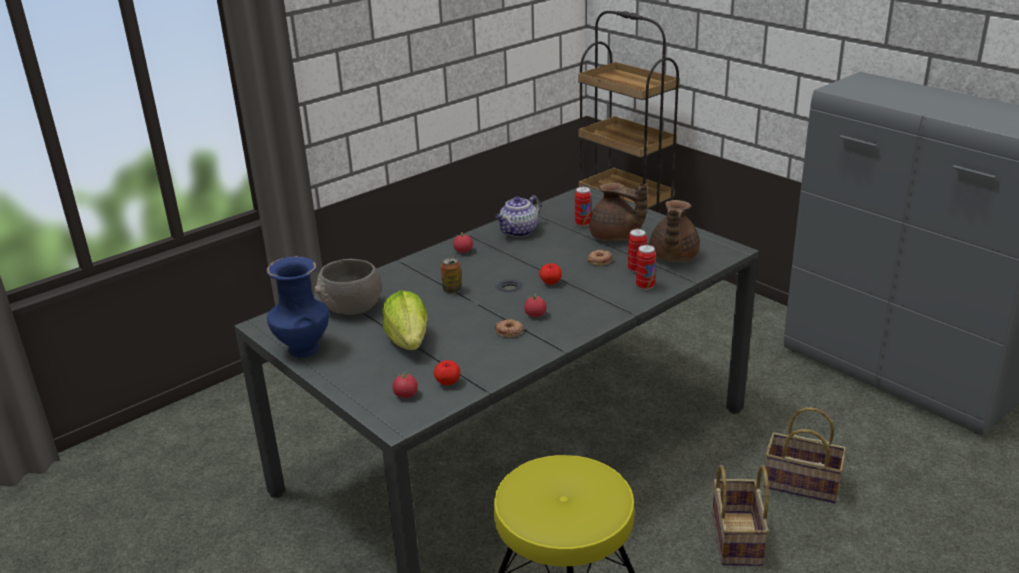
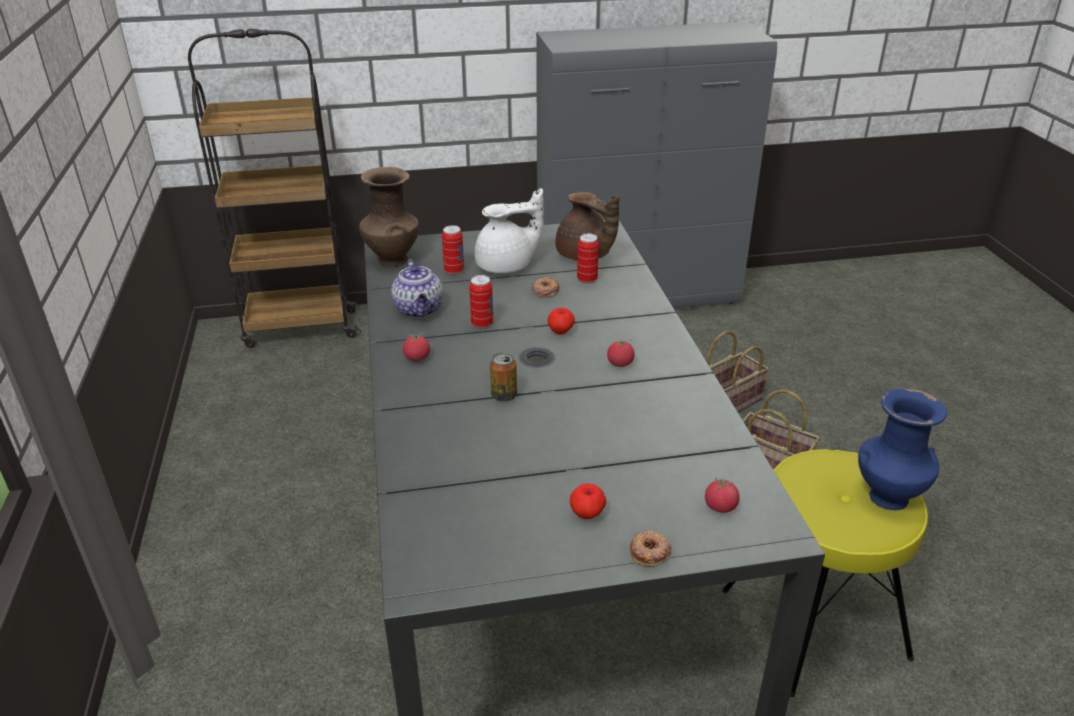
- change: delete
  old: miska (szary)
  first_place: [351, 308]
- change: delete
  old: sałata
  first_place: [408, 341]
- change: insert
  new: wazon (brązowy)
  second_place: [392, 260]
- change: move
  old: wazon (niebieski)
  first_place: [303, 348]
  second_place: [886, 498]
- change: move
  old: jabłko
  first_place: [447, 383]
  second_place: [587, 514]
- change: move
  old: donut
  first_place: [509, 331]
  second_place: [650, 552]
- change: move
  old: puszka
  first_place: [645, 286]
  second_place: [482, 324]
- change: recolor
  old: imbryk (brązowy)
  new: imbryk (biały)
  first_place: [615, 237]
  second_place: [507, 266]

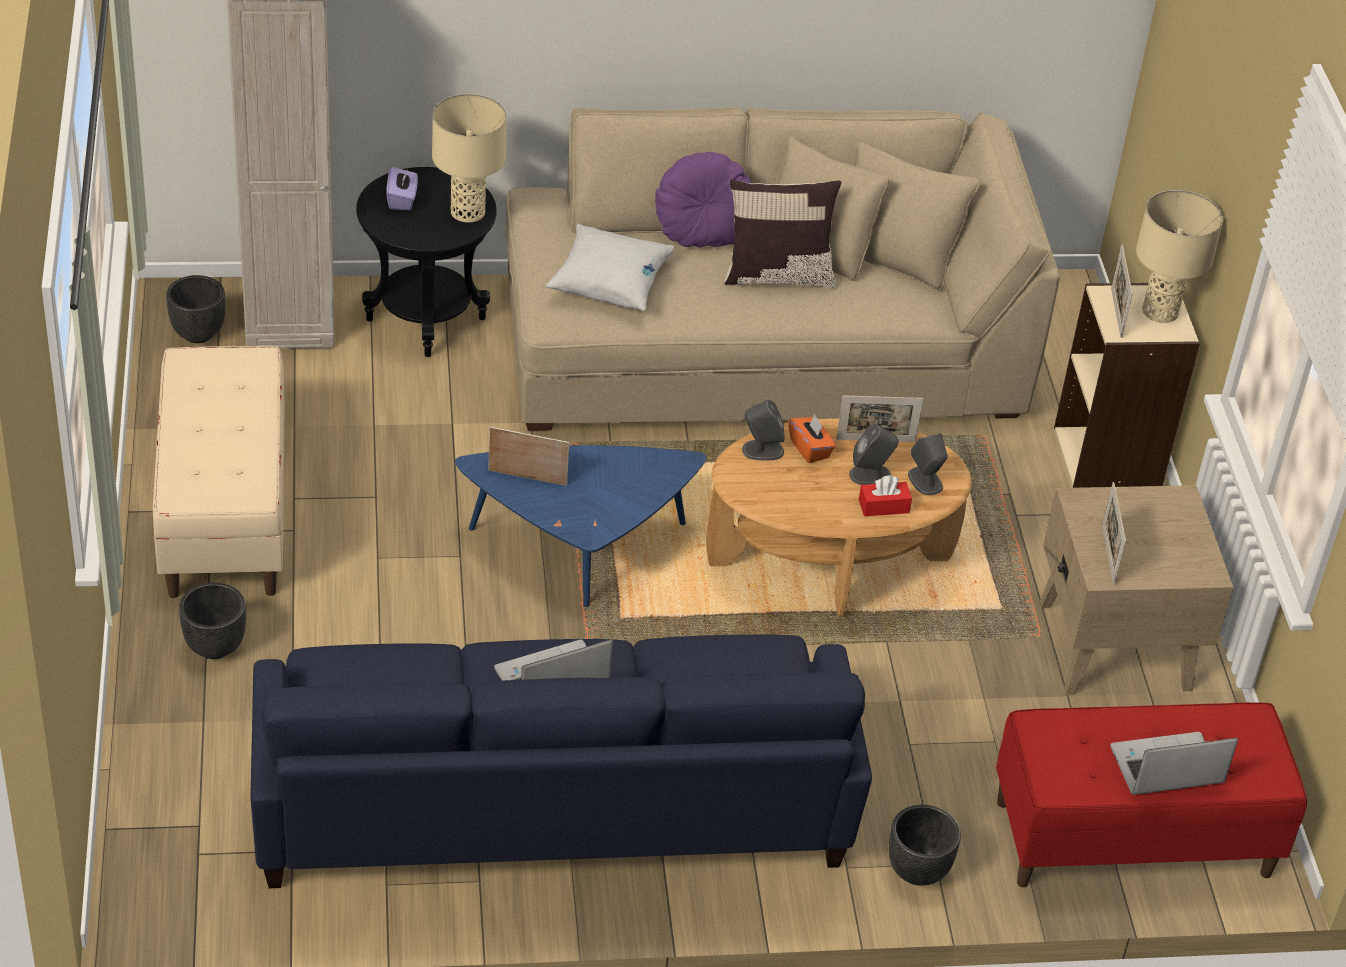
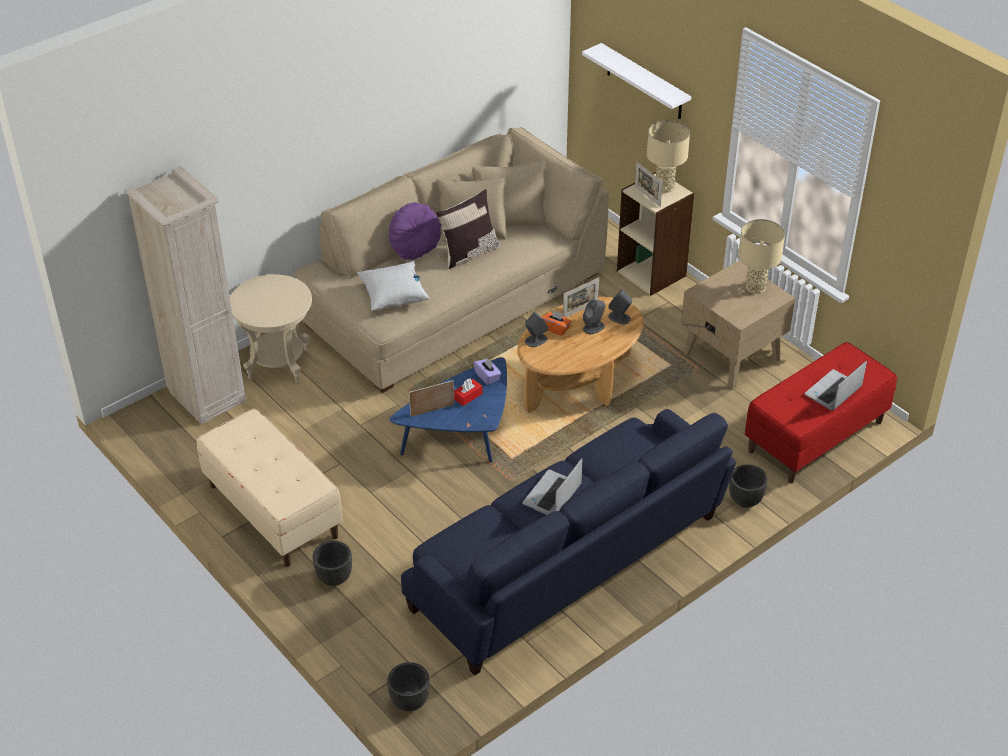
- change: delete
  old: ramka na zdjęcie
  first_place: [1108, 555]
- change: insert
  new: półka (biały)
  second_place: [644, 82]
- change: move
  old: donica (czarny)
  first_place: [198, 334]
  second_place: [410, 702]
- change: move
  old: pudełko chusteczek (fioletowy)
  first_place: [402, 200]
  second_place: [487, 377]
- change: move
  old: lampa stołowa (beżowy)
  first_place: [467, 212]
  second_place: [755, 287]
- change: move
  old: pudełko chusteczek (czerwony)
  first_place: [883, 506]
  second_place: [468, 396]
- change: recolor
  old: stolik (czarny)
  new: stolik (beżowy)
  first_place: [426, 319]
  second_place: [278, 364]

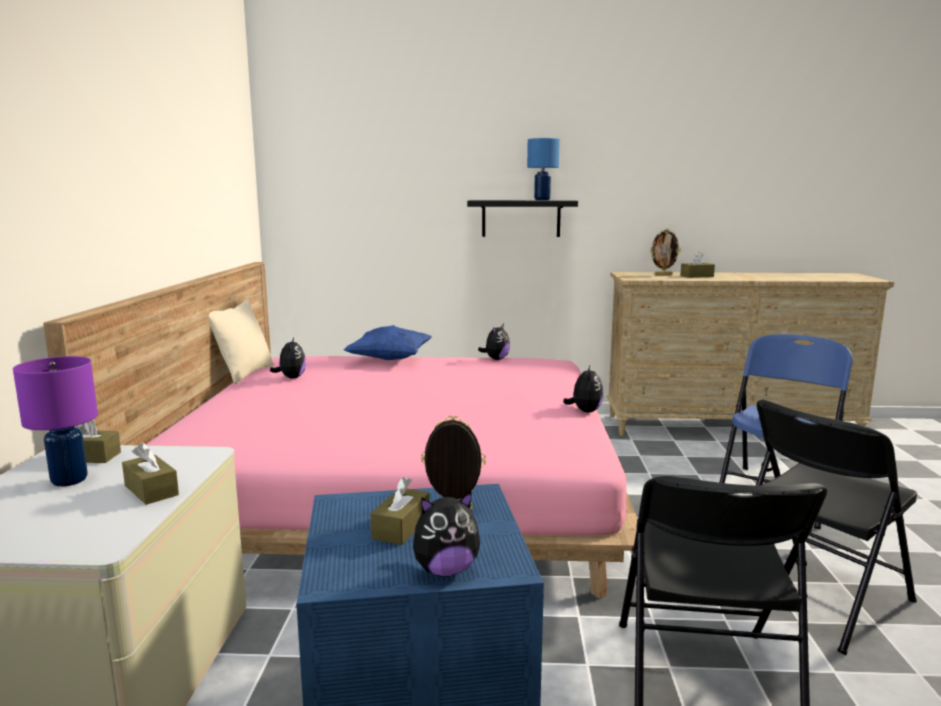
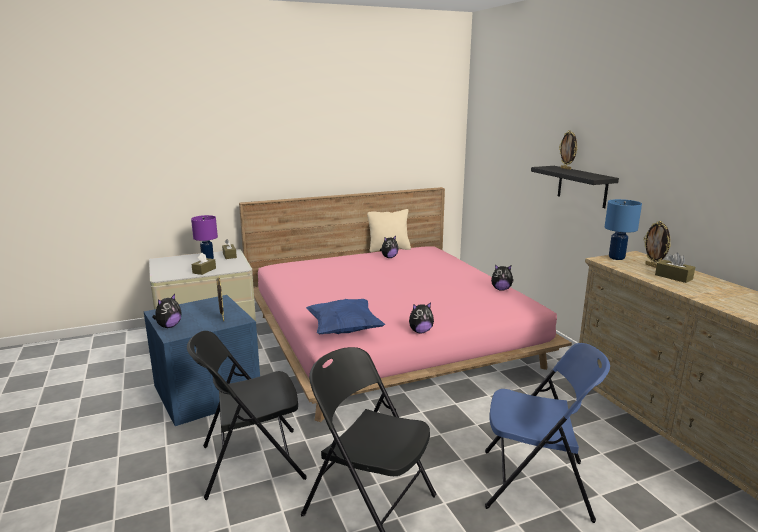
- change: delete
  old: pudełko chusteczek (brązowy)
  first_place: [401, 527]
- change: insert
  new: ramka na zdjęcie
  second_place: [566, 169]
- change: move
  old: poduszka (niebieski)
  first_place: [389, 360]
  second_place: [344, 330]
- change: move
  old: lampa stołowa (niebieski)
  first_place: [543, 200]
  second_place: [617, 258]
- change: rotate
  old: pluszak
  first_place: [446, 570]
  second_place: [169, 326]
  degrees: -105

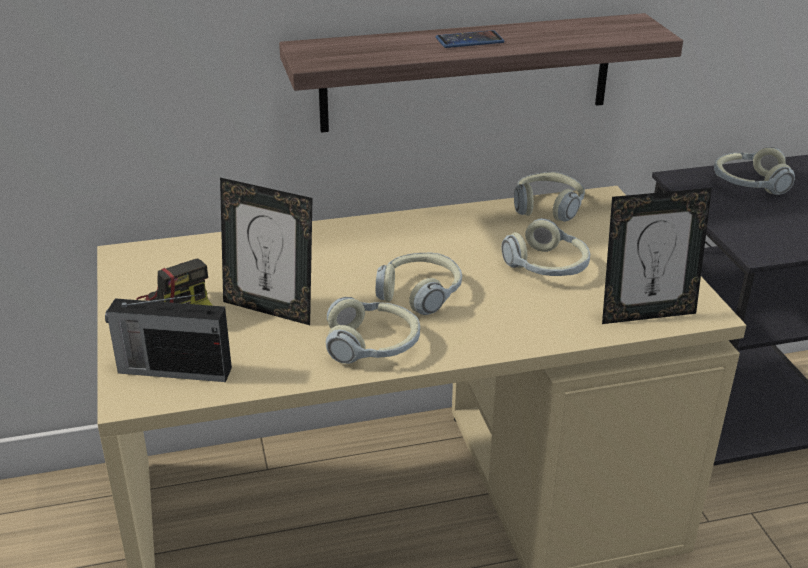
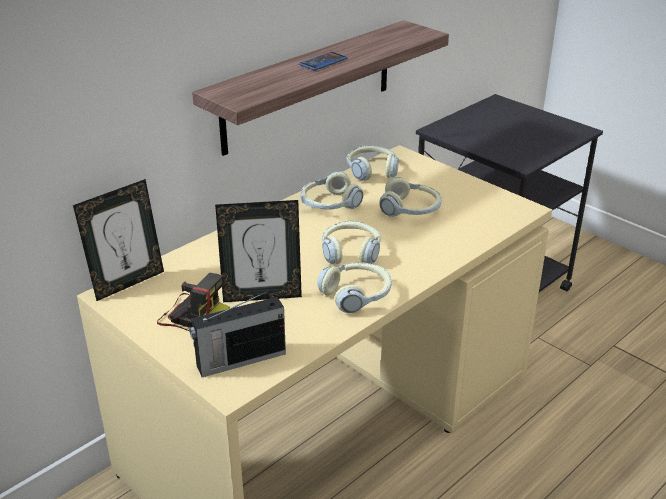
- change: move
  old: ramka na zdjęcie
  first_place: [646, 314]
  second_place: [127, 283]
- change: move
  old: słuchawki
  first_place: [749, 184]
  second_place: [329, 204]

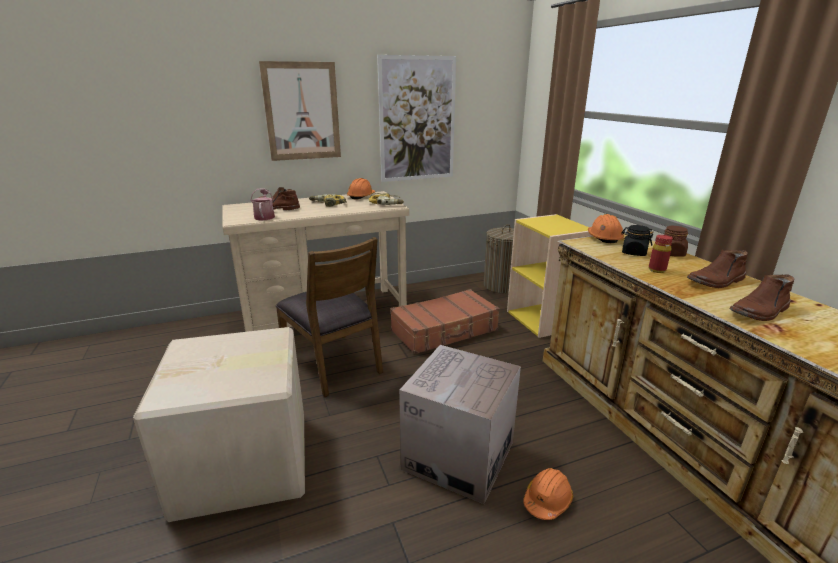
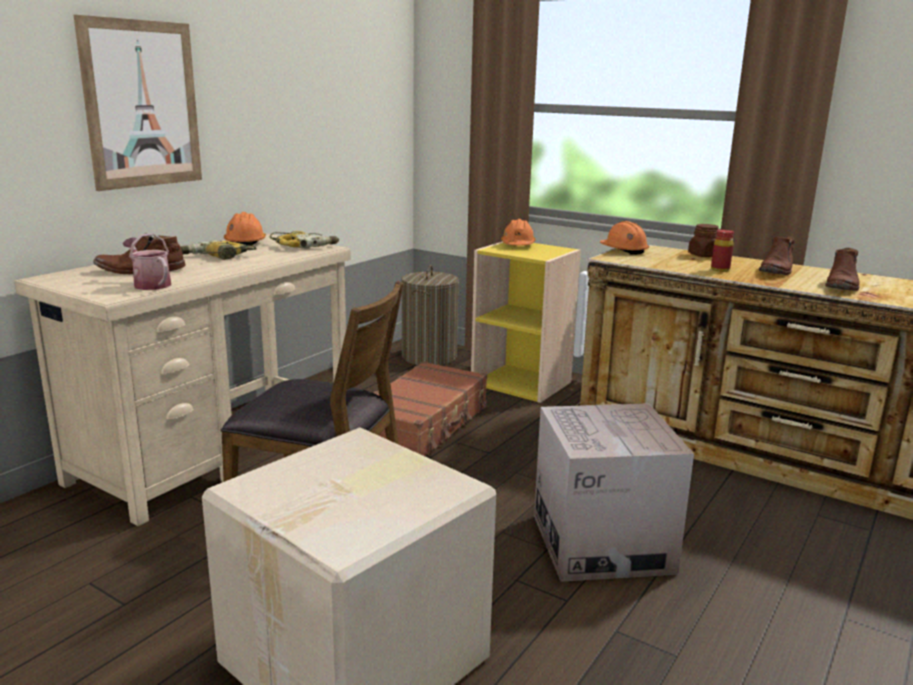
- change: delete
  old: obraz
  first_place: [417, 120]
- change: delete
  old: słoik (czarny)
  first_place: [633, 253]
- change: move
  old: kask (pomarańczowy)
  first_place: [547, 500]
  second_place: [517, 245]

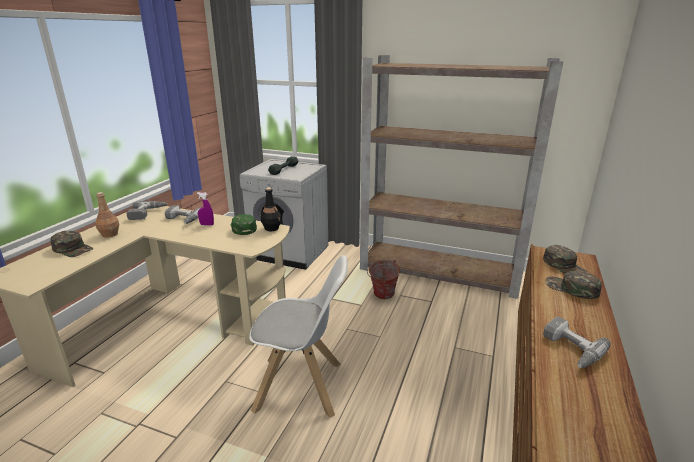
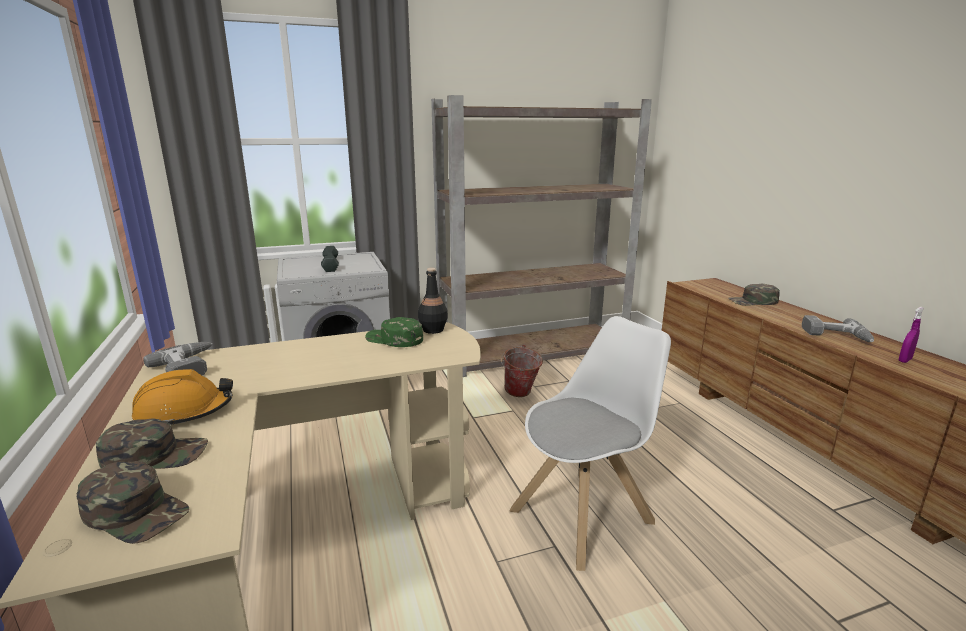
- change: delete
  old: wiertarka
  first_place: [182, 219]
- change: move
  old: spryskiwacz (fioletowy)
  first_place: [207, 224]
  second_place: [905, 360]
- change: move
  old: czapka z daszkiem (zielony)
  first_place: [564, 266]
  second_place: [136, 511]
- change: replace
  old: butelka (brązowy)
  new: kask (pomarańczowy)
  first_place: [110, 234]
  second_place: [184, 412]

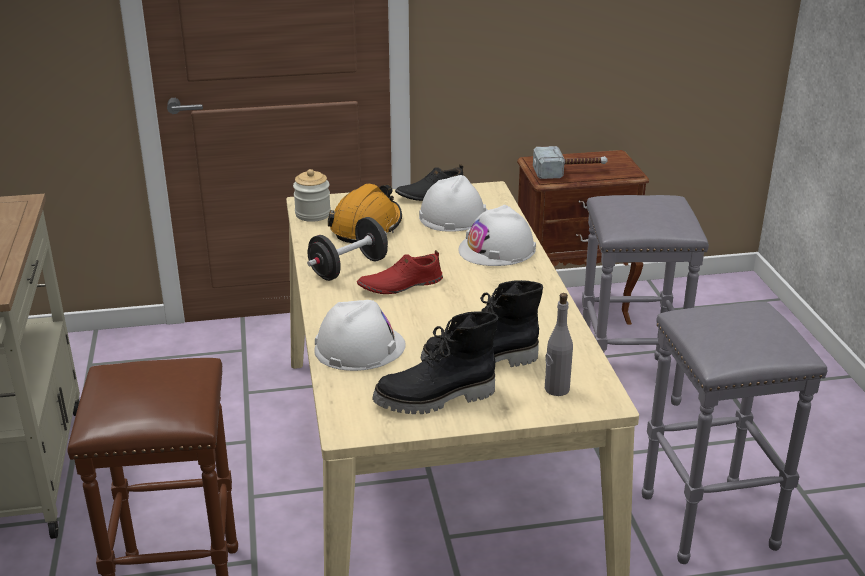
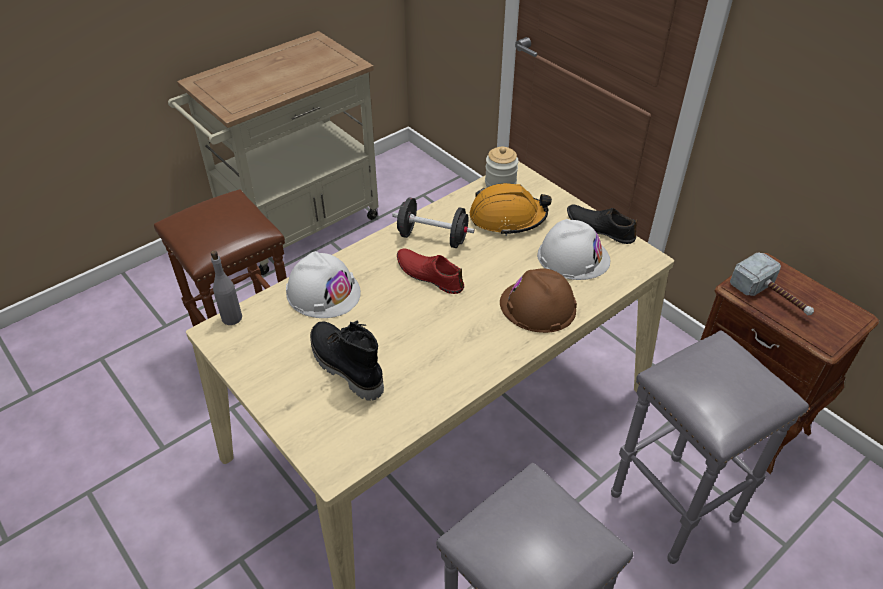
- change: delete
  old: but z cholewką (czarny)
  first_place: [435, 399]
- change: move
  old: butelka (szary)
  first_place: [556, 389]
  second_place: [231, 318]
- change: recolor
  old: kask (biały)
  new: kask (brązowy)
  first_place: [497, 249]
  second_place: [537, 306]

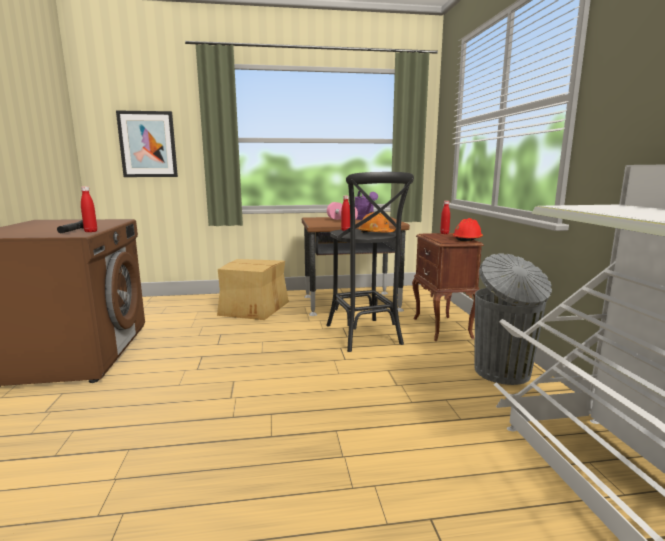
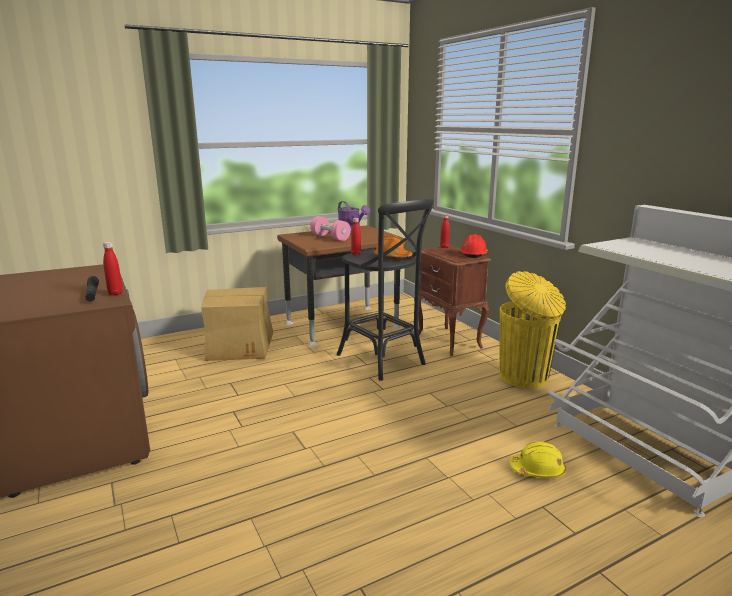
- change: delete
  old: obraz
  first_place: [148, 144]
- change: insert
  new: kask (żółty)
  second_place: [537, 470]
- change: recolor
  old: kosz na śmieci (szary)
  new: kosz na śmieci (żółty)
  first_place: [503, 372]
  second_place: [525, 378]

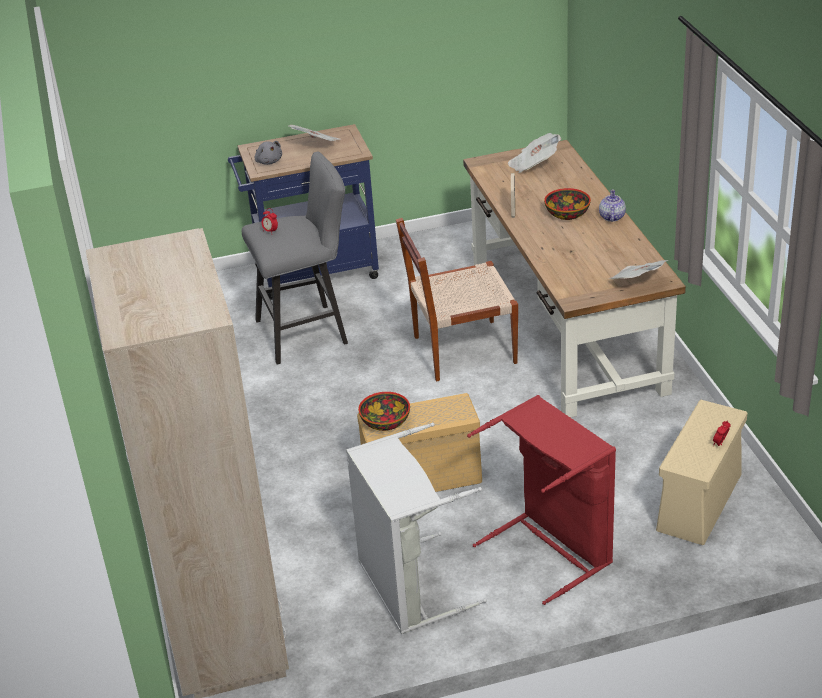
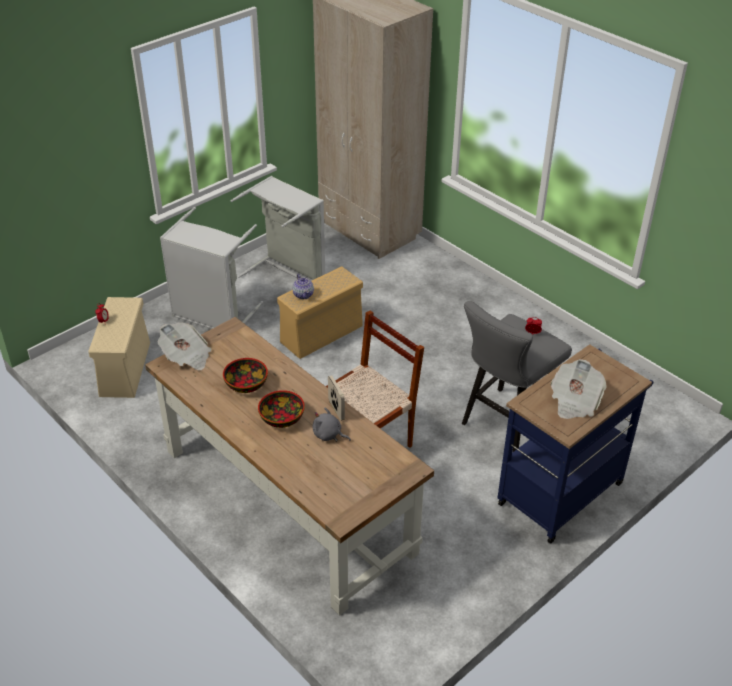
- change: delete
  old: gazeta
  first_place: [533, 165]
- change: move
  old: pluszak (szary)
  first_place: [268, 161]
  second_place: [328, 435]
- change: move
  old: miska
  first_place: [385, 422]
  second_place: [246, 384]
- change: move
  old: imbryk
  first_place: [611, 217]
  second_place: [303, 294]
- change: recolor
  old: kosz na pranie (czerwony)
  new: kosz na pranie (szary)
  first_place: [552, 548]
  second_place: [213, 315]

